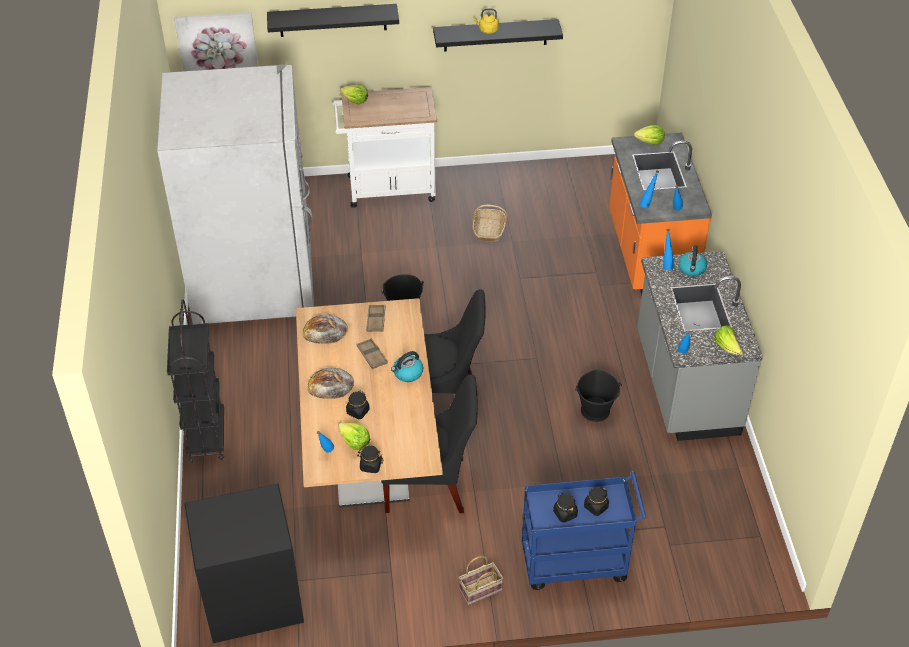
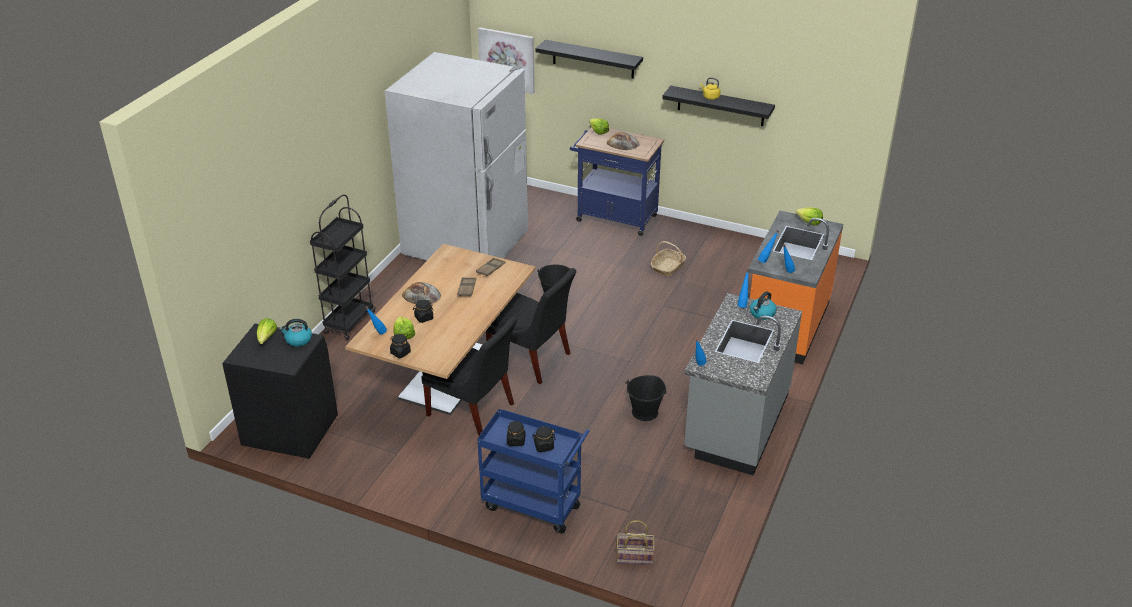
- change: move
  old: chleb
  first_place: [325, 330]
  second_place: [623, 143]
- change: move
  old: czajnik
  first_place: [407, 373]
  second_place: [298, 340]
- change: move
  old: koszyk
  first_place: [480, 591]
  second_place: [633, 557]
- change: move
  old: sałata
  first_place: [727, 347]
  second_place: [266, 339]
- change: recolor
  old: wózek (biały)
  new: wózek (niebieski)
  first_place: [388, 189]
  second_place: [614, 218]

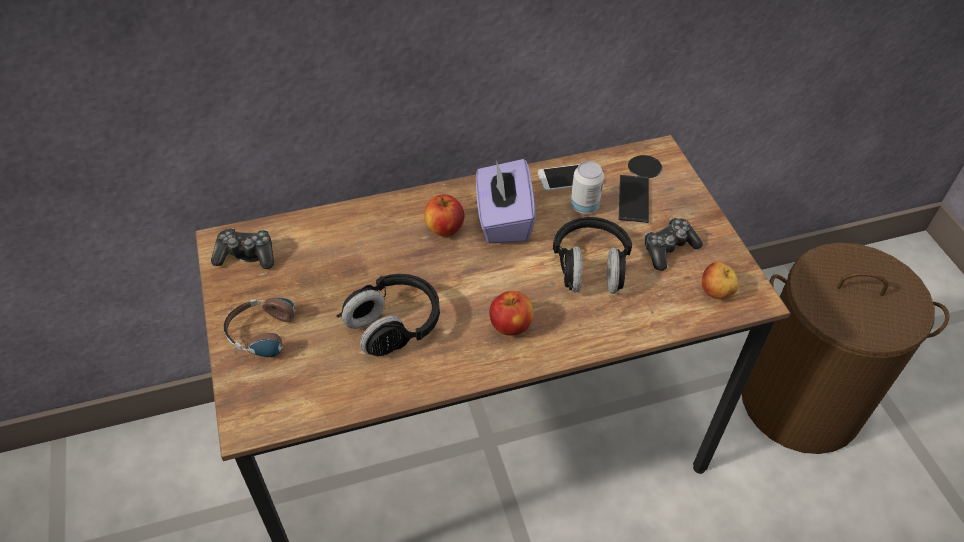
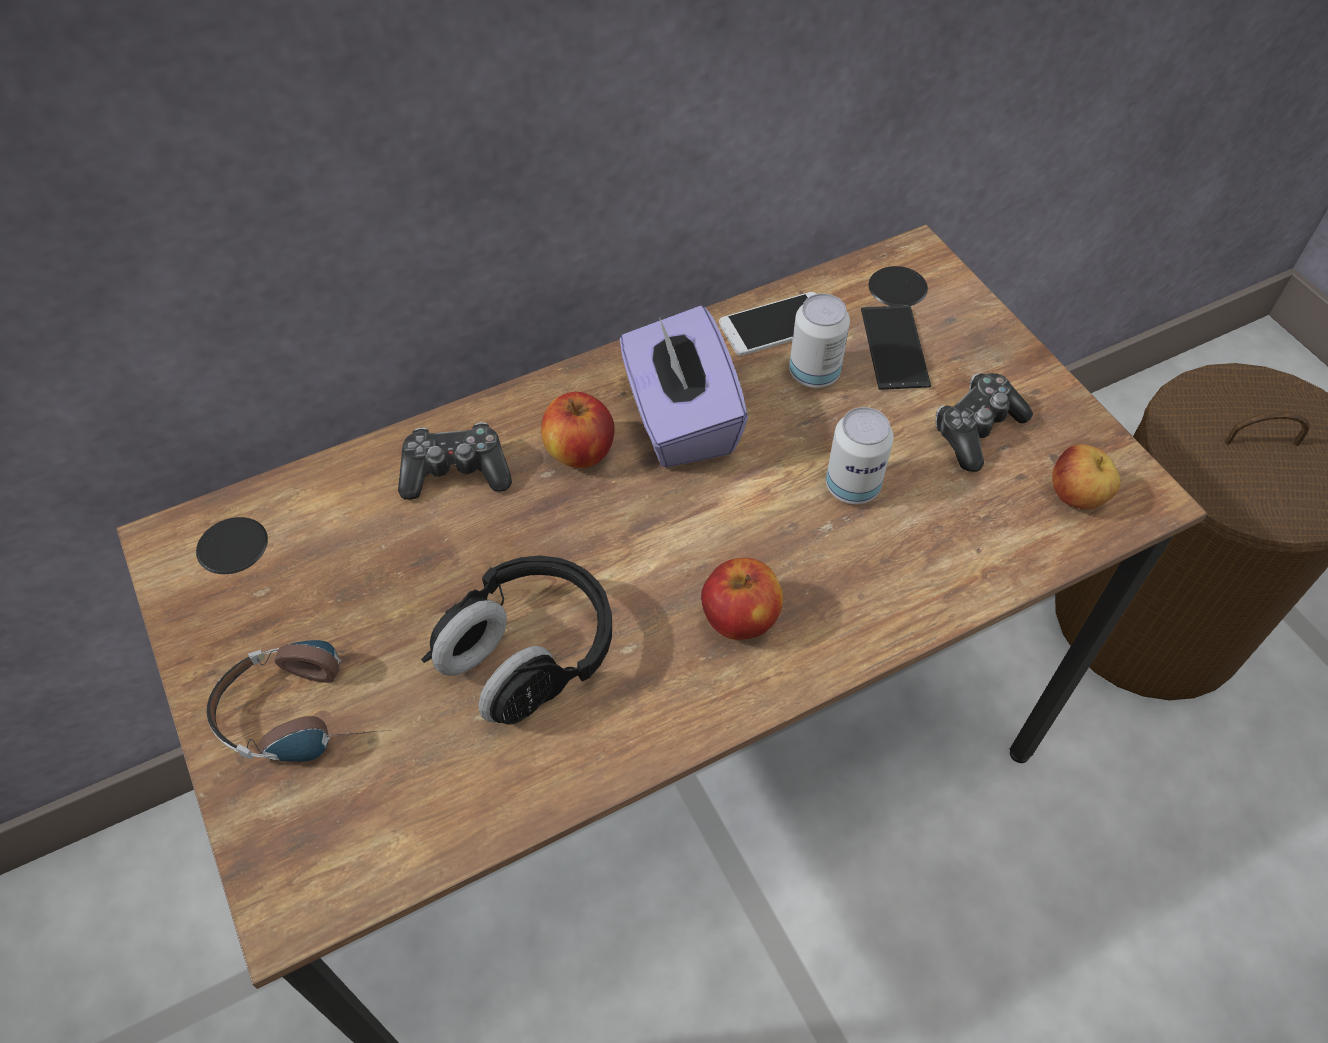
- change: move
  old: pad do gier
  first_place: [246, 255]
  second_place: [456, 471]
- change: replace
  old: słuchawki (czarny)
  new: puszka
  first_place: [590, 268]
  second_place: [852, 486]

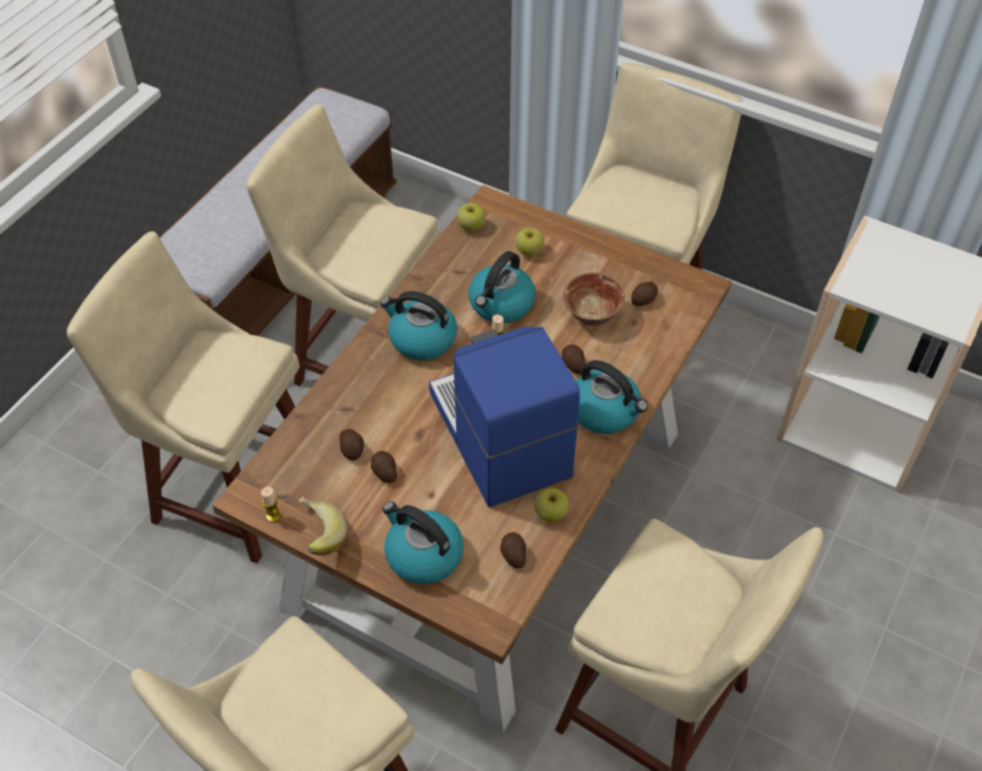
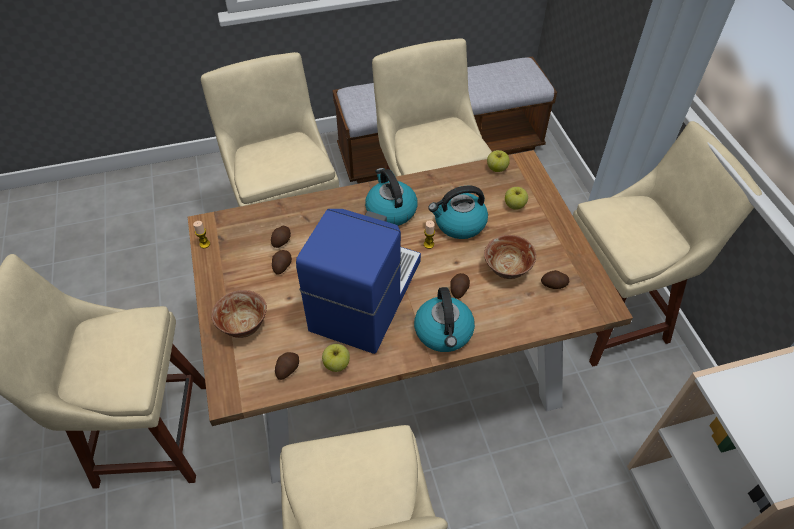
- change: delete
  old: banan
  first_place: [317, 536]
- change: replace
  old: czajnik
  new: miska
  first_place: [423, 555]
  second_place: [243, 326]

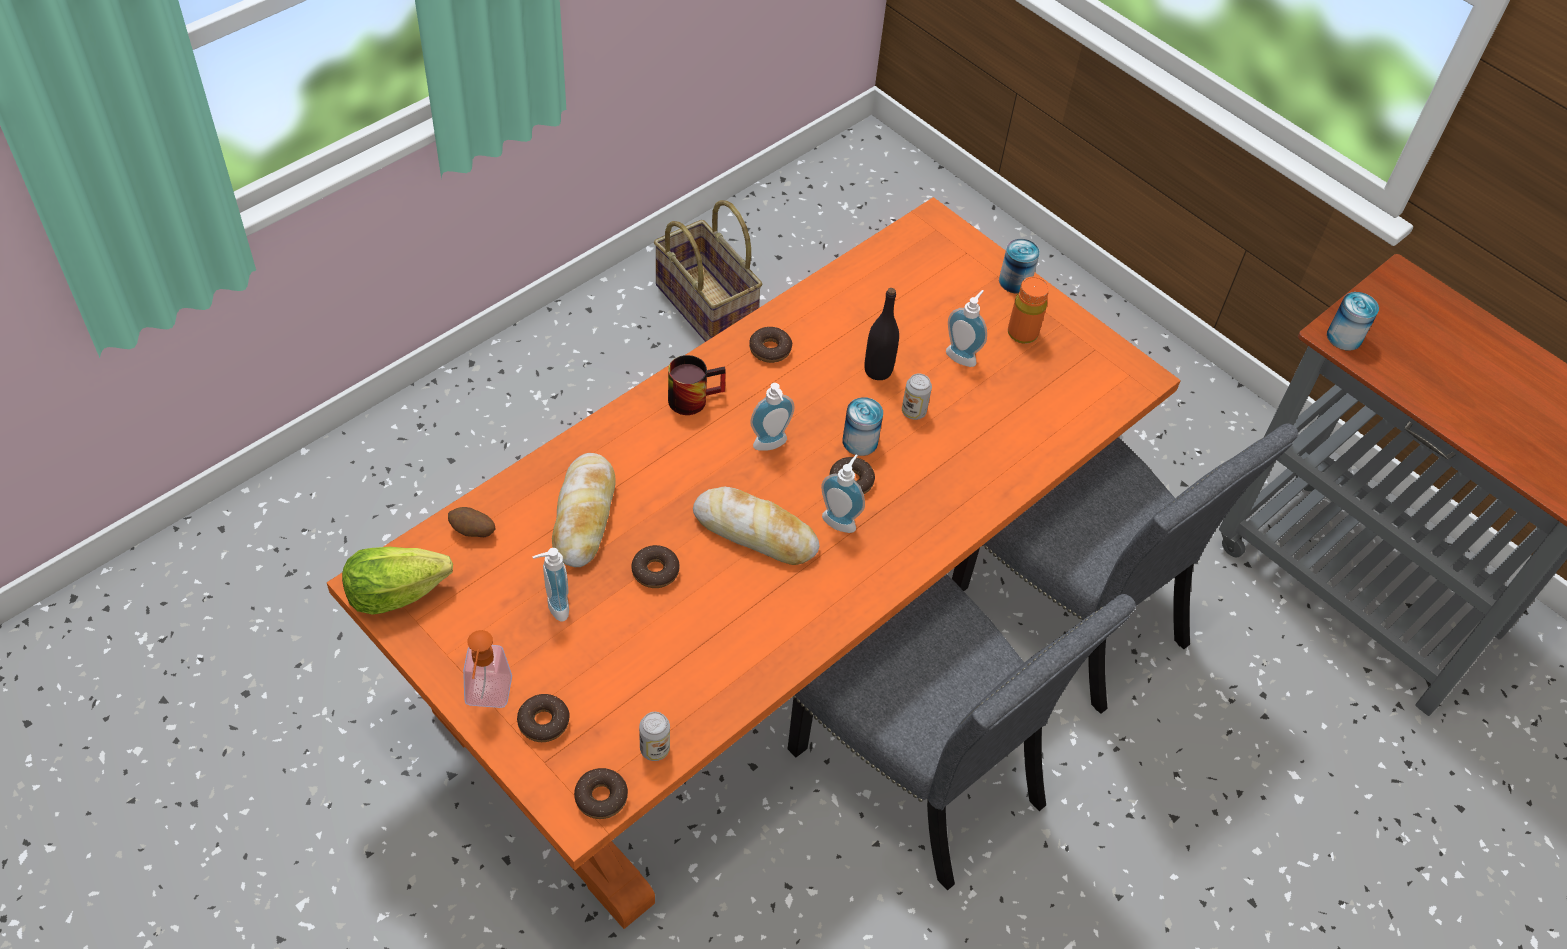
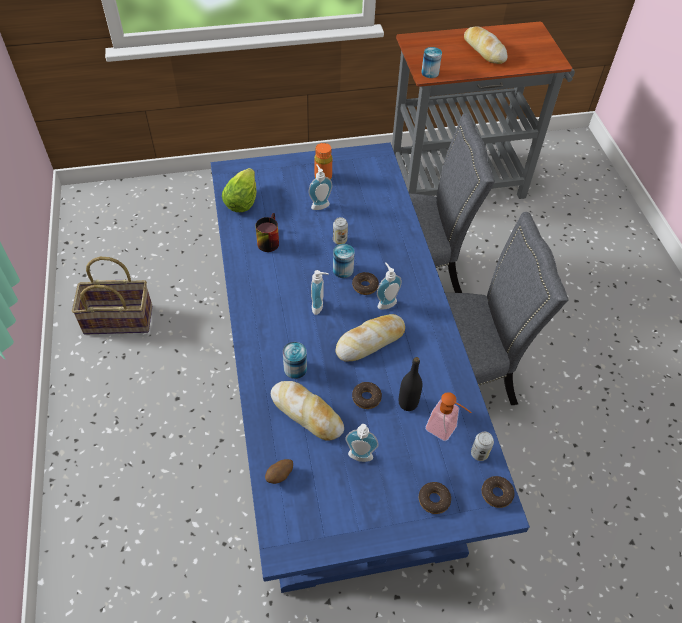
- change: delete
  old: donut
  first_place: [770, 349]
- change: insert
  new: chleb
  second_place: [484, 50]
- change: move
  old: sałata
  first_place: [395, 593]
  second_place: [242, 201]
- change: move
  old: dozownik mydła
  first_place: [487, 698]
  second_place: [445, 430]
- change: move
  old: kubek
  first_place: [693, 396]
  second_place: [267, 240]
- change: move
  old: butelka (czarny)
  first_place: [878, 370]
  second_place: [408, 403]
- change: move
  old: puszka
  first_place: [1015, 281]
  second_place: [295, 369]
- change: recolor
  old: stół jadalny (pomarańczowy)
  new: stół jadalny (niebieski)
  first_place: [767, 632]
  second_place: [339, 401]

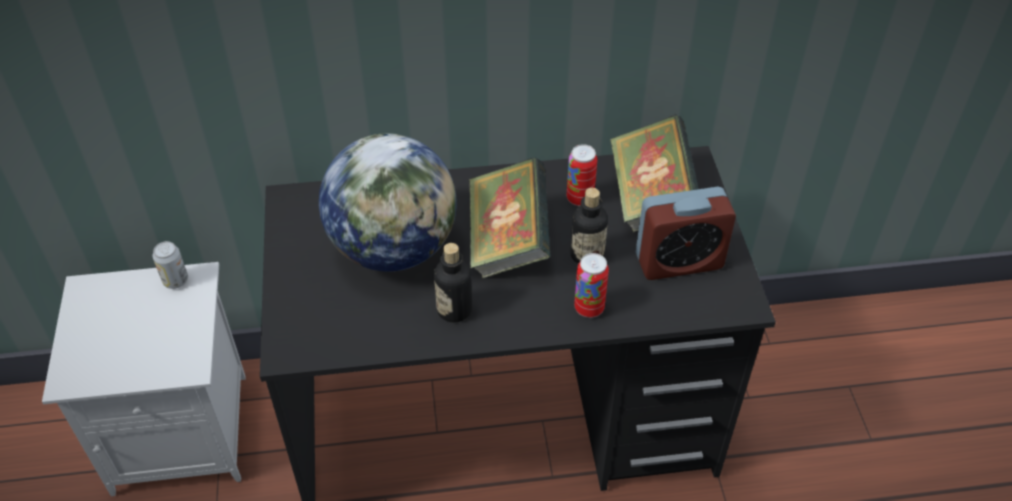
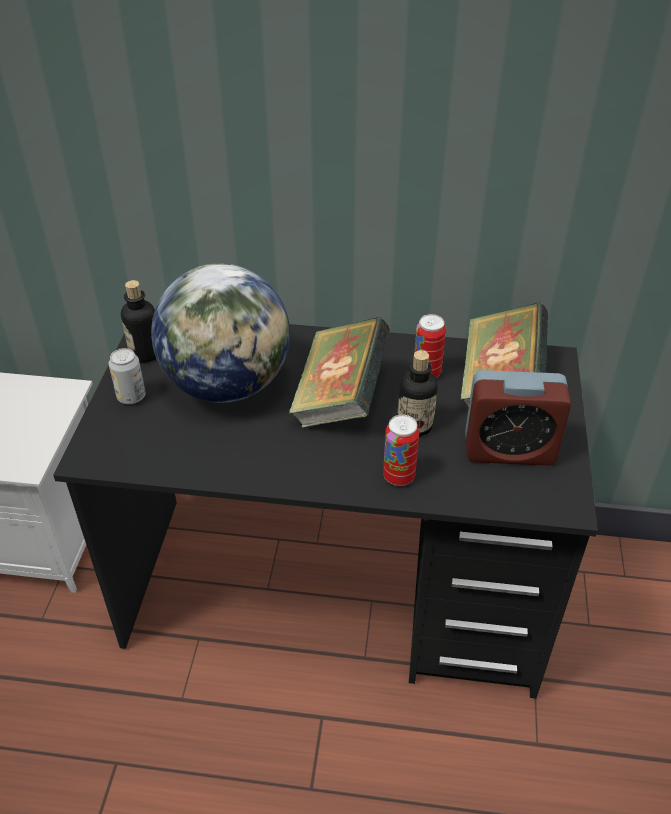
- change: move
  old: puszka
  first_place: [175, 280]
  second_place: [131, 396]
- change: move
  old: butelka
  first_place: [454, 310]
  second_place: [145, 353]

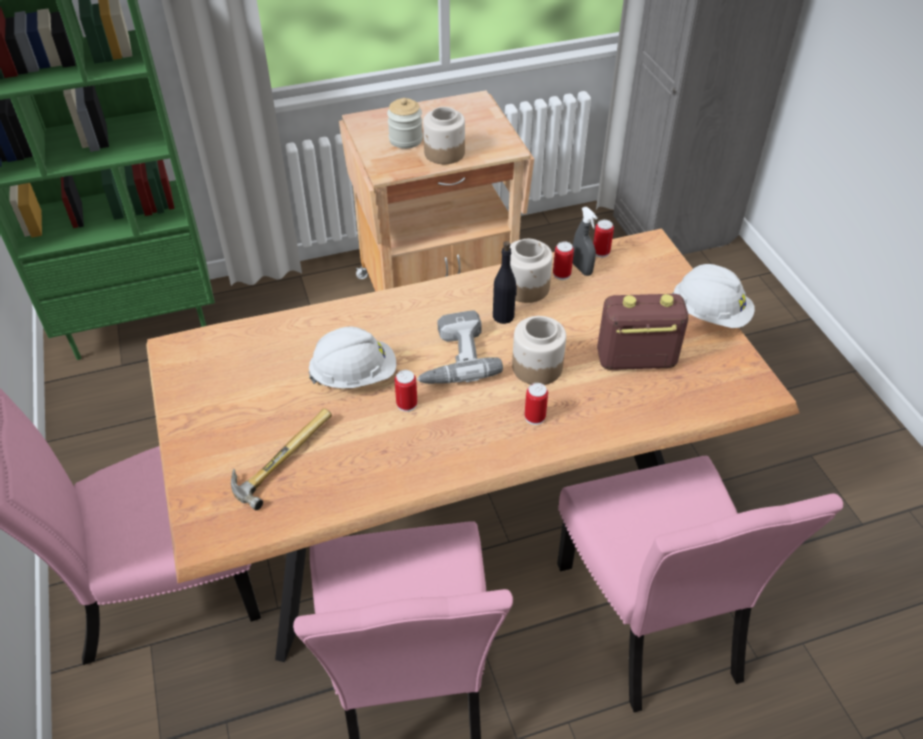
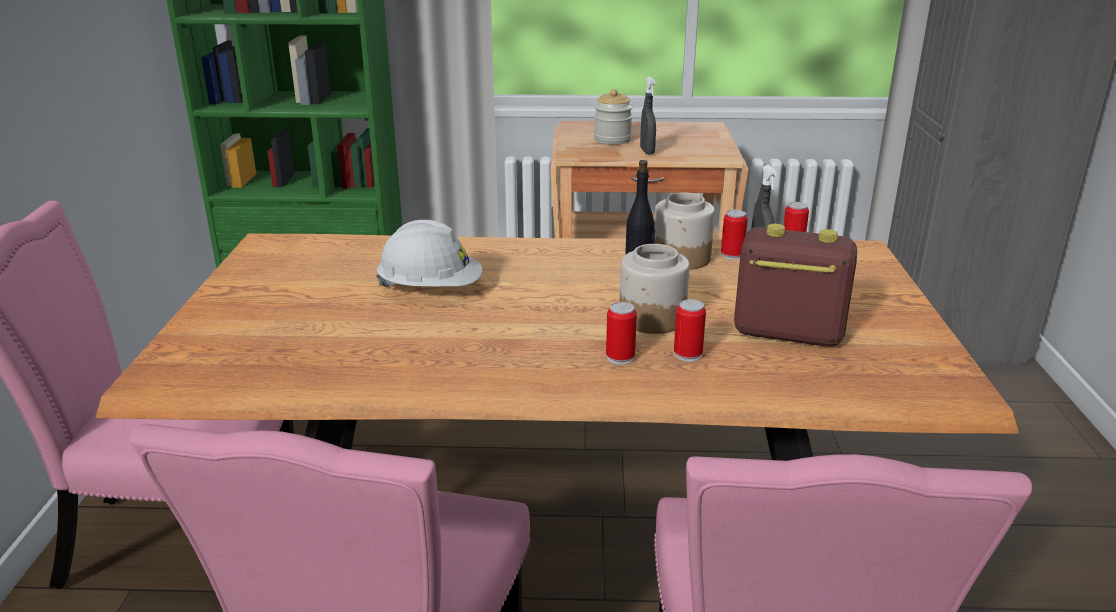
- change: delete
  old: młotek
  first_place: [280, 457]
- change: delete
  old: wiertarka
  first_place: [452, 358]
- change: delete
  old: kask (biały)
  first_place: [710, 314]
- change: move
  old: puszka
  first_place: [407, 404]
  second_place: [687, 355]
- change: replace
  old: słoik
  new: spryskiwacz (szary)
  first_place: [444, 153]
  second_place: [647, 151]

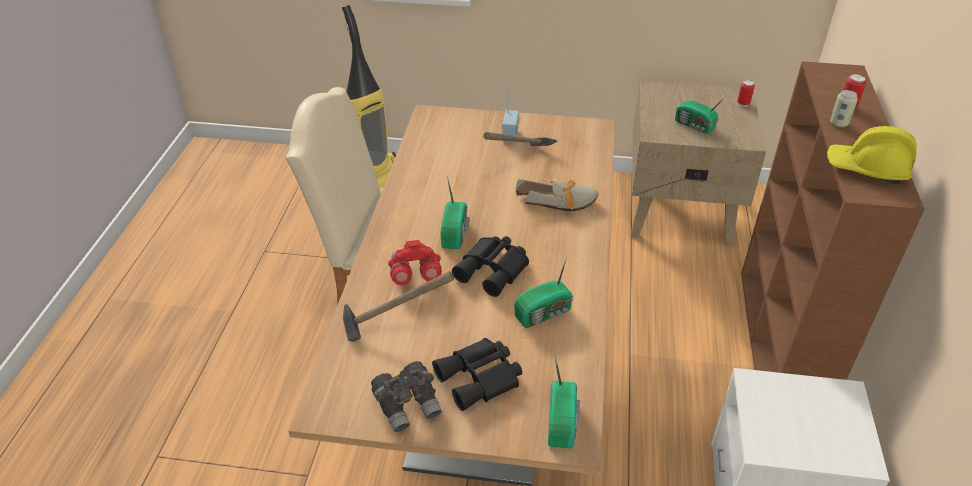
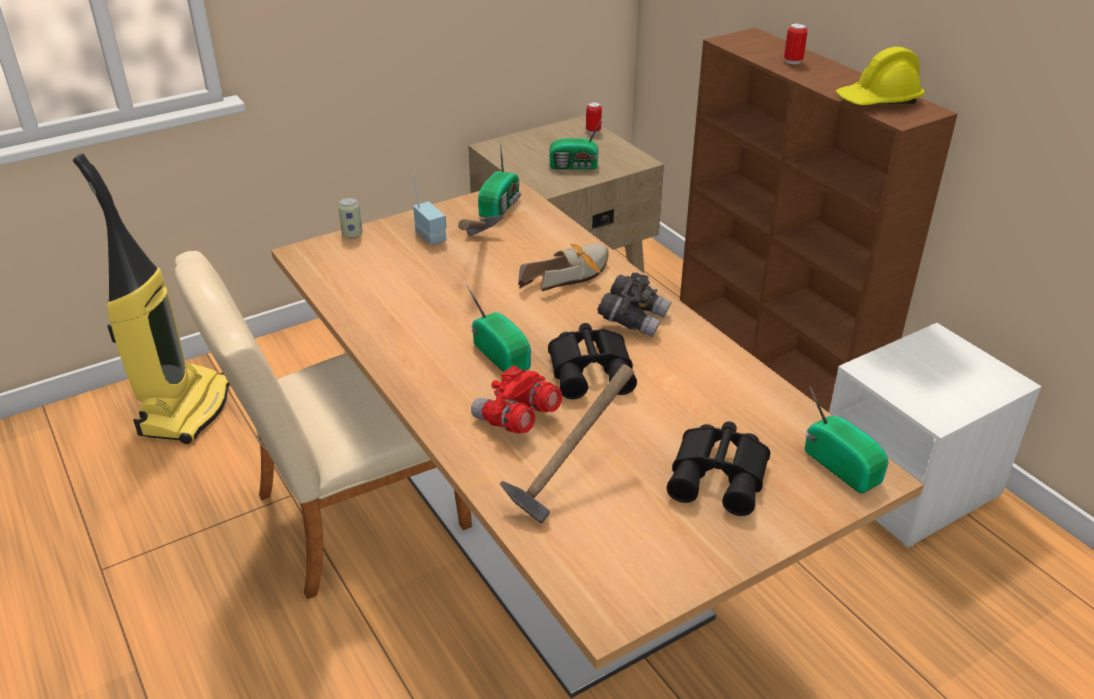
- change: move
  old: lornetka (szary)
  first_place: [408, 405]
  second_place: [633, 319]
- change: move
  old: radio
  first_place: [545, 313]
  second_place: [501, 206]
- change: move
  old: puszka
  first_place: [838, 123]
  second_place: [352, 235]

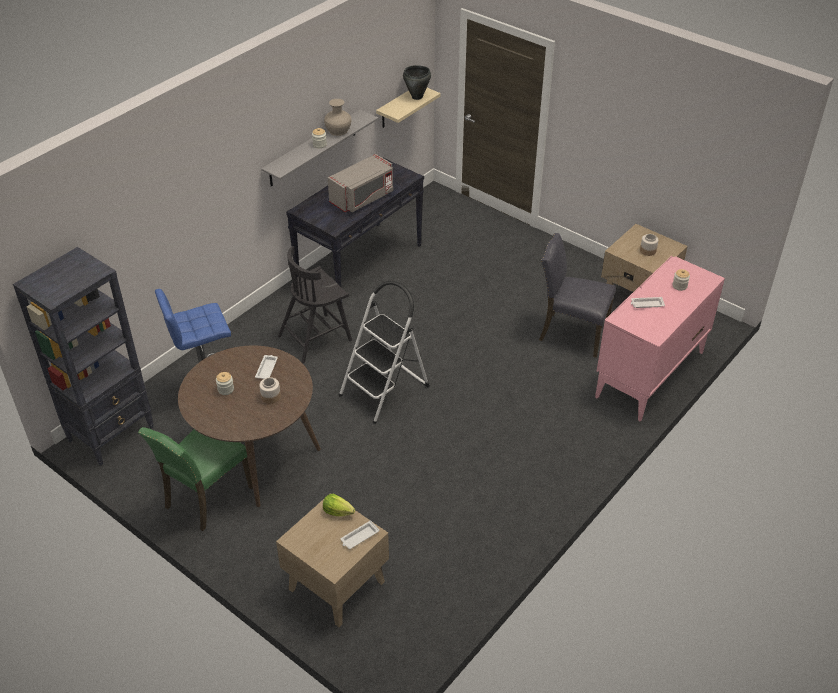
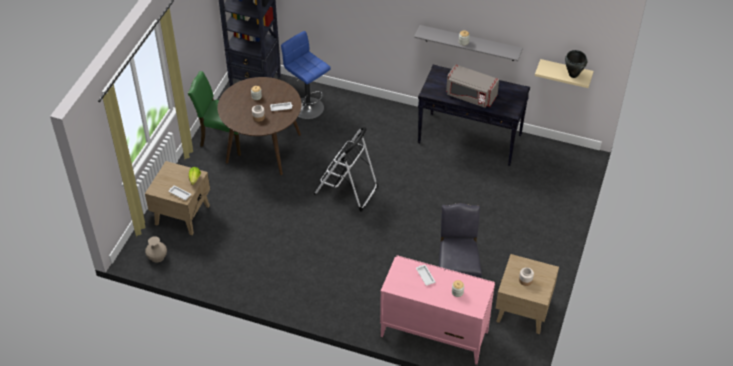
- change: delete
  old: krzesło (czarny)
  first_place: [316, 337]
- change: move
  old: wazon (beżowy)
  first_place: [338, 130]
  second_place: [157, 256]

